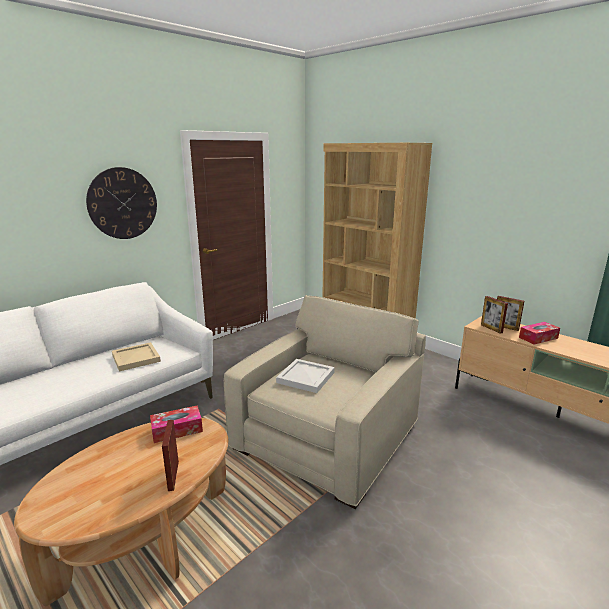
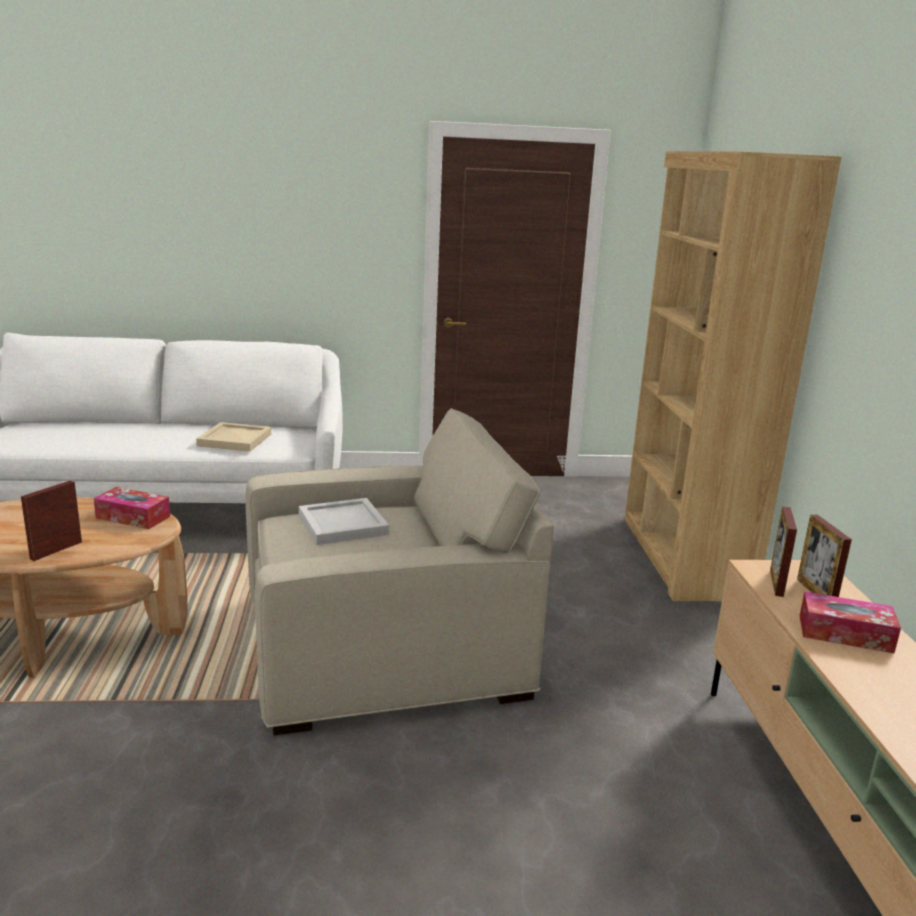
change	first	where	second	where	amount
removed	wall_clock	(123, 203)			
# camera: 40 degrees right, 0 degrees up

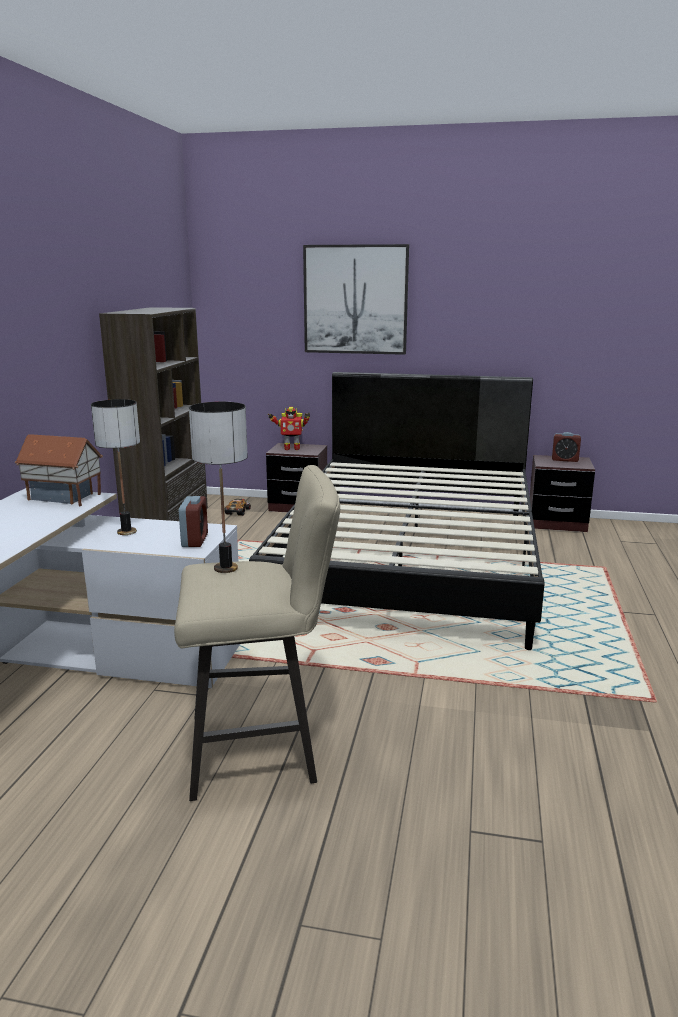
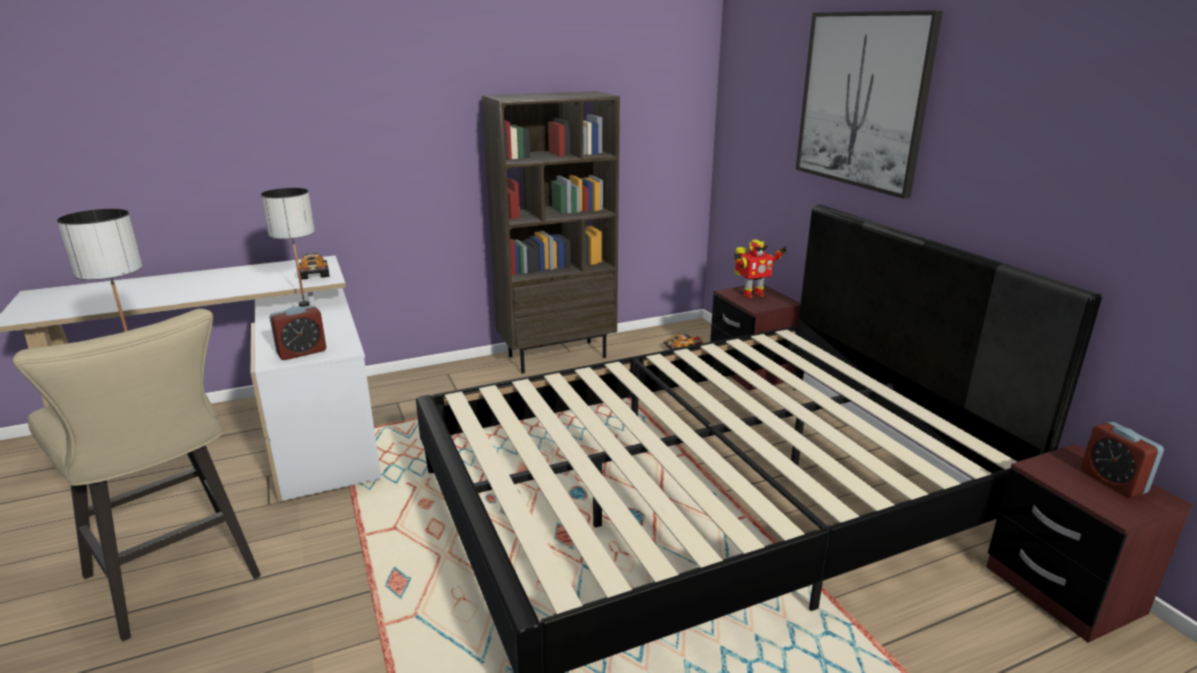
change	first	where	second	where	amount
replaced	toy_house	(63, 498)	toy_car	(314, 273)	
turned	toy_robot	(291, 448)		(752, 295)	75 degrees counterclockwise
# camera: 55 degrees right, 5 degrees up

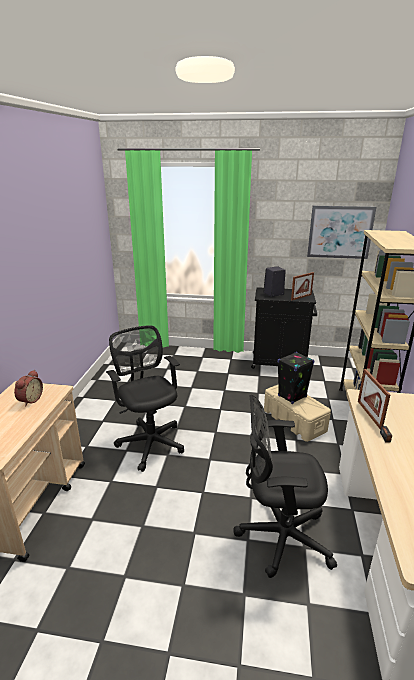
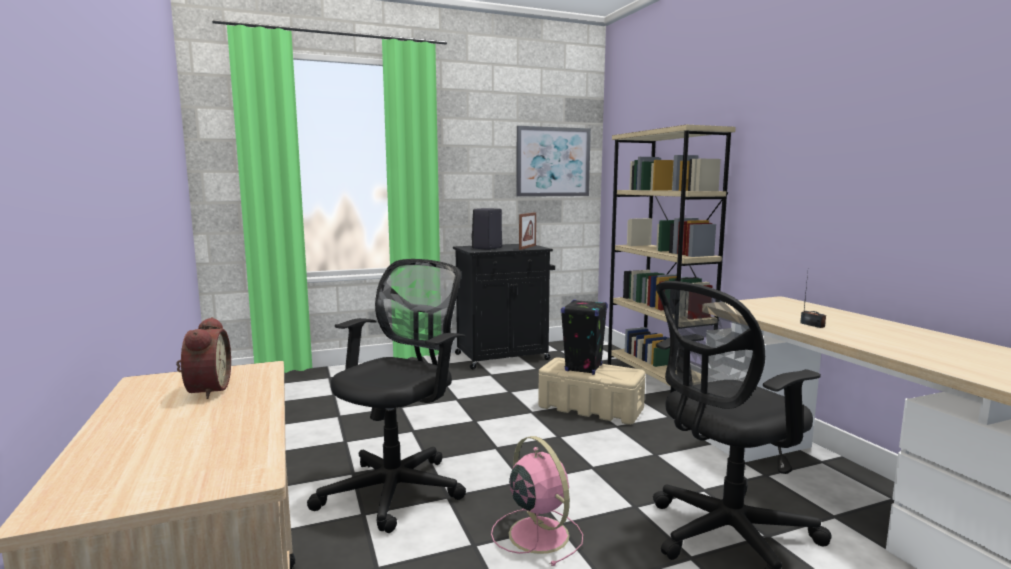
change	first	where	second	where	amount
turned	black_office_chair	(150, 441)		(398, 489)	90 degrees clockwise
added			pink_fan	(537, 533)	
removed	picture_frame	(369, 414)			
# camera: 30 degrees left, 15 degrees down

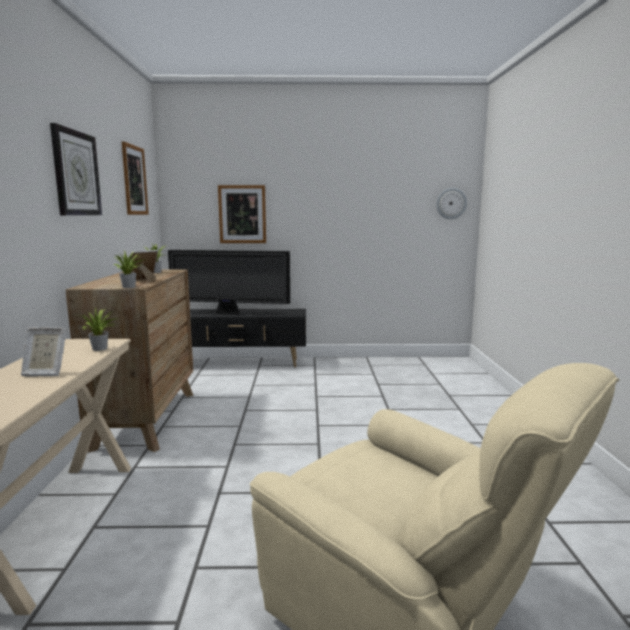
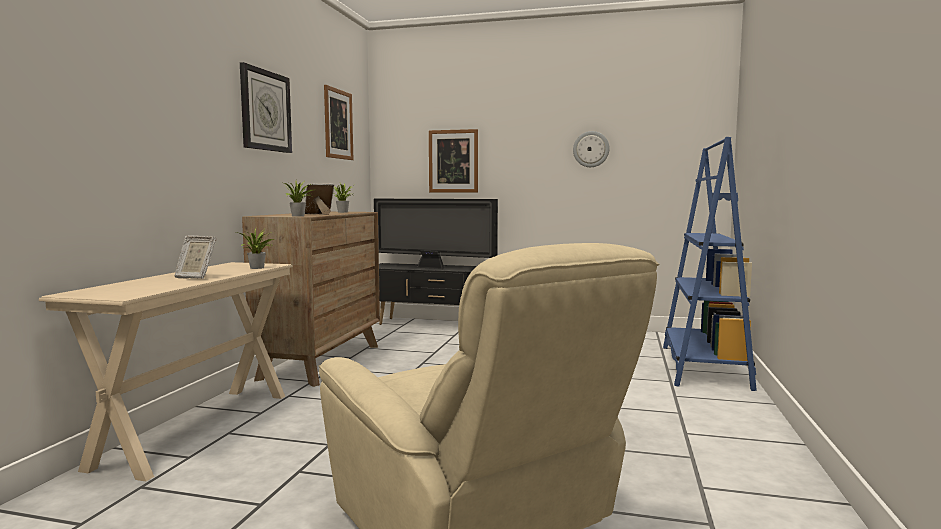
change	first	where	second	where	amount
moved	wall_clock	(451, 203)		(591, 149)	
added			blue_bookcase	(703, 367)	
# camera: 15 degrees right, 5 degrees down

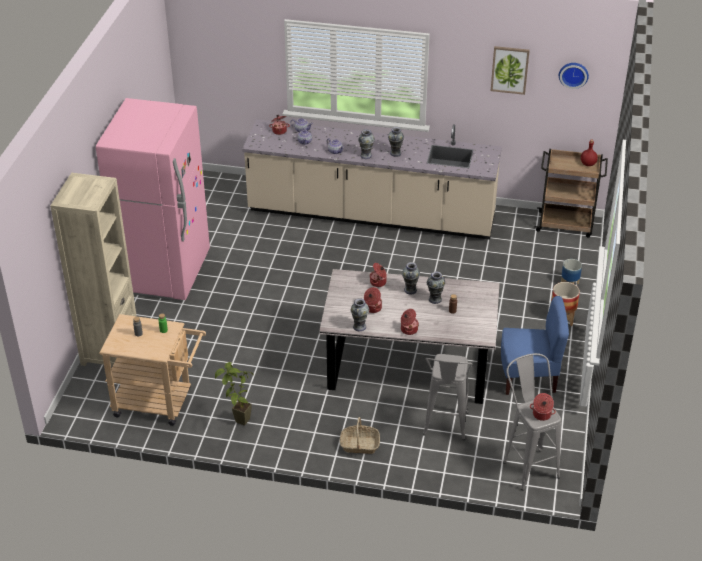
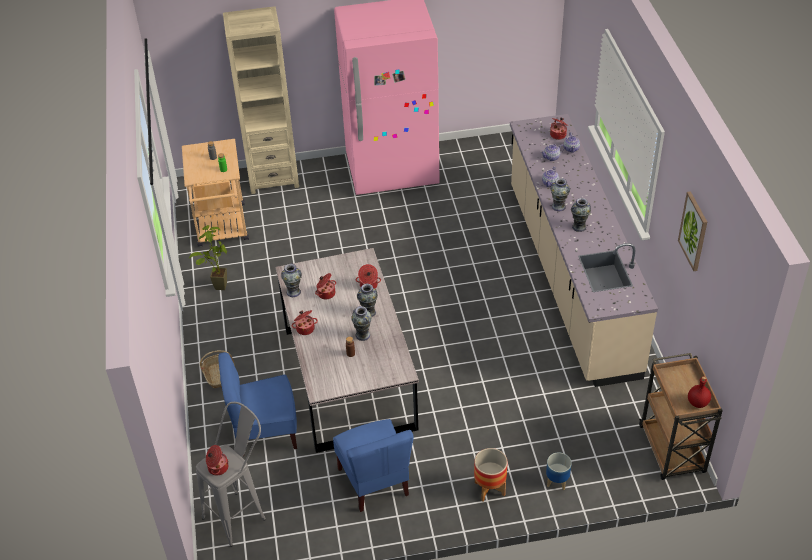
change	first	where	second	where	amount
replaced	grey_stool	(445, 430)	blue_chair	(265, 432)	
removed	wall_clock	(573, 74)			
# camera: 70 degrees right, 5 degrees up

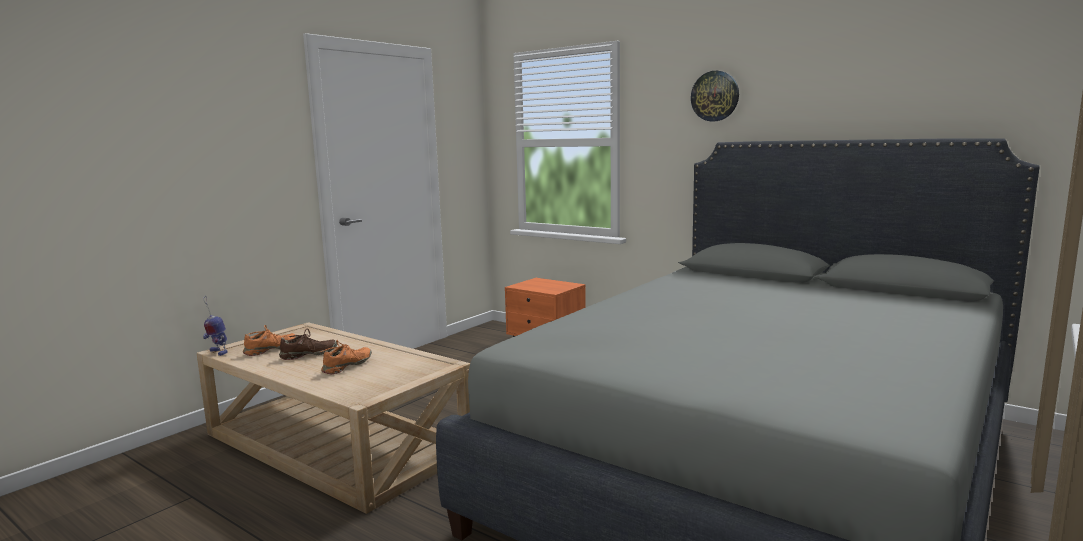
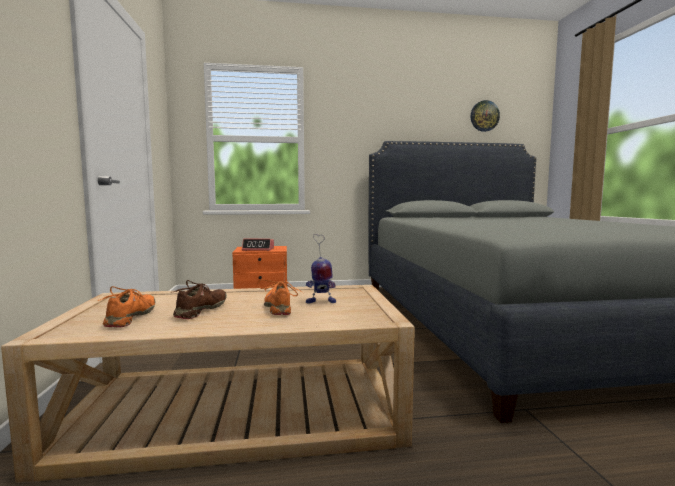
change	first	where	second	where	amount
added			alarm_clock	(258, 249)	
moved	toy_robot	(217, 352)		(320, 302)	
moved	wall_clock	(715, 96)		(484, 116)	
# camera: 45 degrees left, 5 degrees down

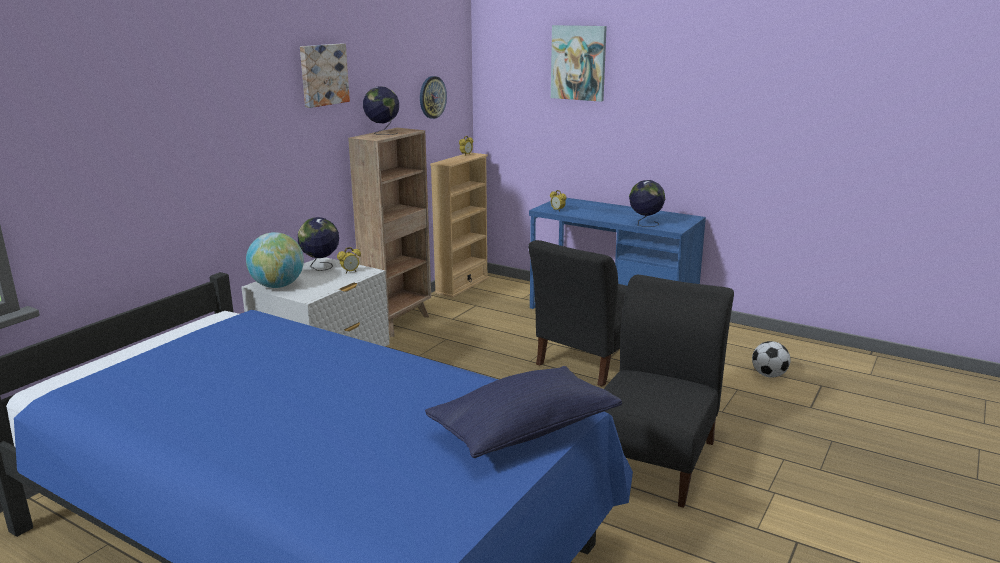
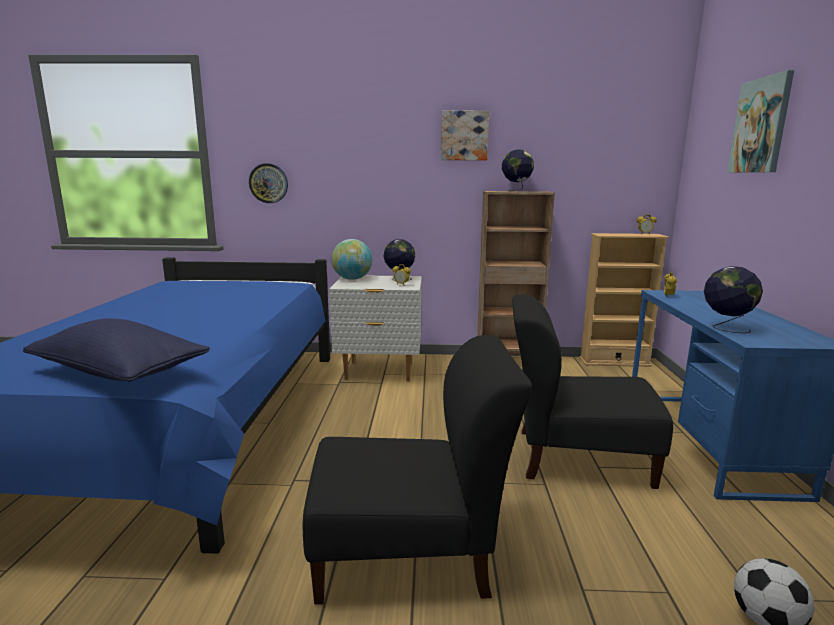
change	first	where	second	where	amount
moved	wall_clock	(432, 97)		(268, 183)	
# camera: 60 degrees right, 5 degrees down

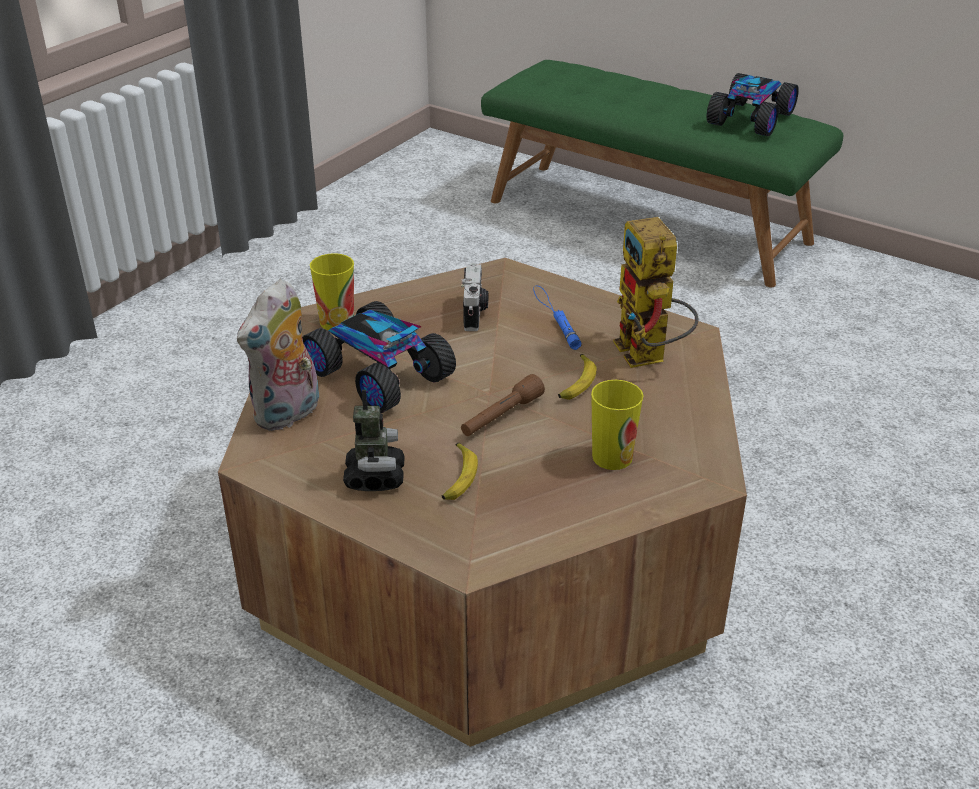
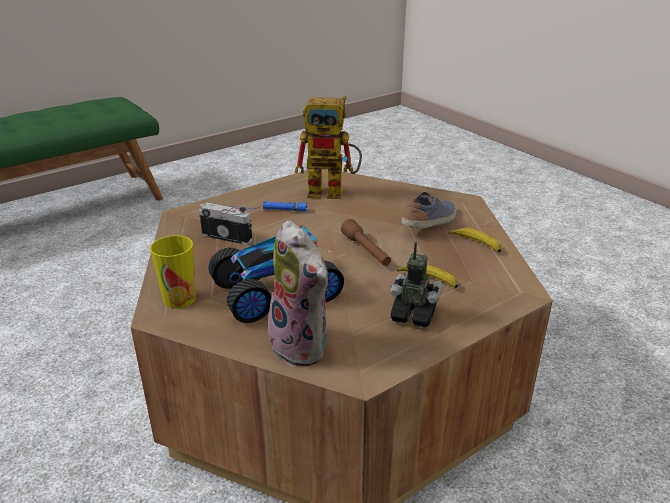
change	first	where	second	where	amount
replaced	cup	(612, 457)	shoe	(430, 223)	
moved	banana	(576, 383)		(475, 244)	
removed	toy_car	(752, 119)			
# camera: 70 degrees left, 5 degrees down

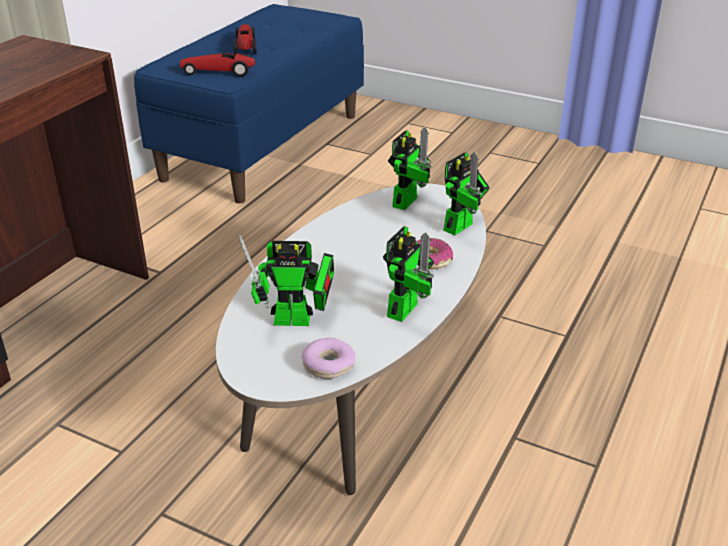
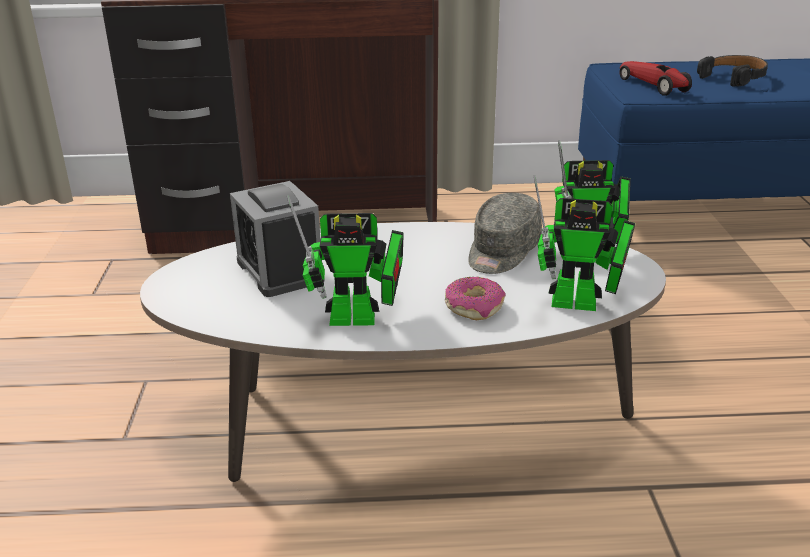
change	first	where	second	where	amount
replaced	toy_robot	(298, 320)	alarm_clock	(280, 271)	
added			grey_cap	(502, 252)	
replaced	toy_car	(245, 46)	black_headphones	(733, 77)	
removed	donut	(328, 365)			
# camera: 60 degrees right, 5 degrees down

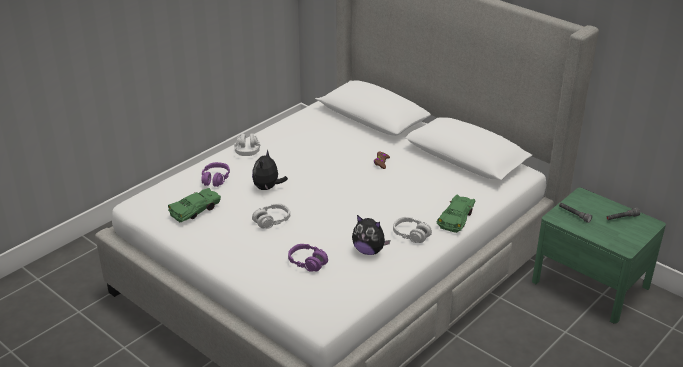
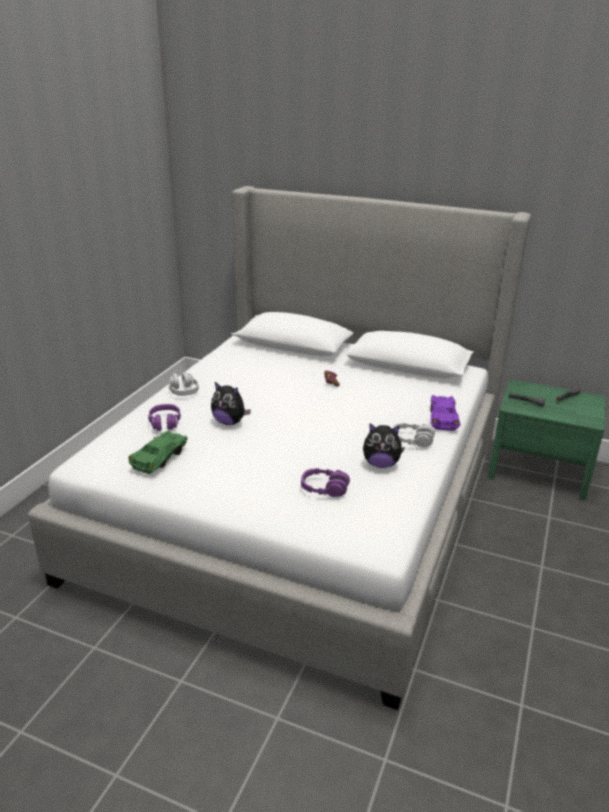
change	first	where	second	where	amount
turned	plush_toy	(267, 188)		(229, 422)	60 degrees counterclockwise
recoloured	green_toy_car	(457, 218)	purple_toy_car	(443, 418)	
removed	grey_headphones	(272, 221)			
# camera: 20 degrees left, 5 degrees down

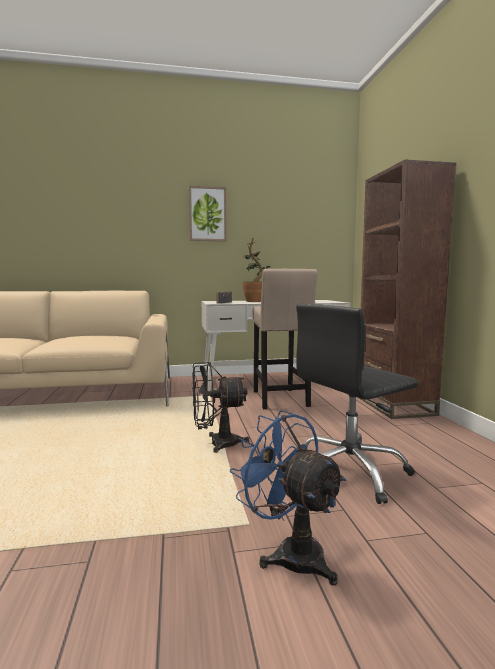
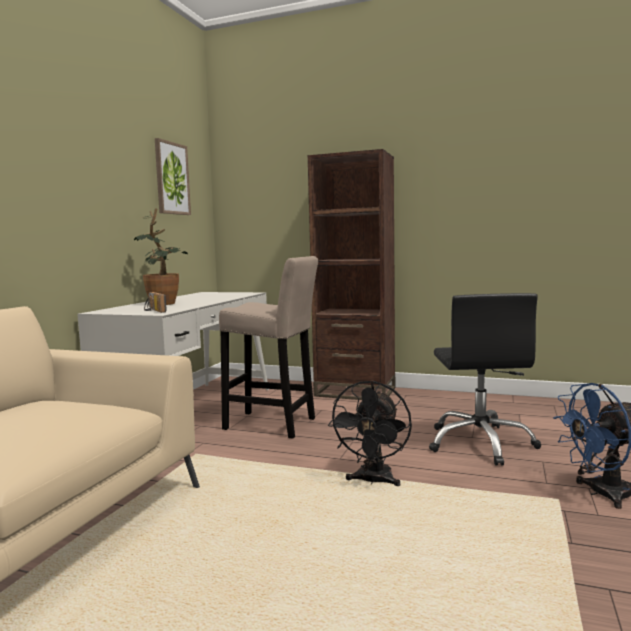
change	first	where	second	where	amount
moved	picture	(207, 214)		(171, 178)	
# camera: 60 degrees left, 0 degrees up

